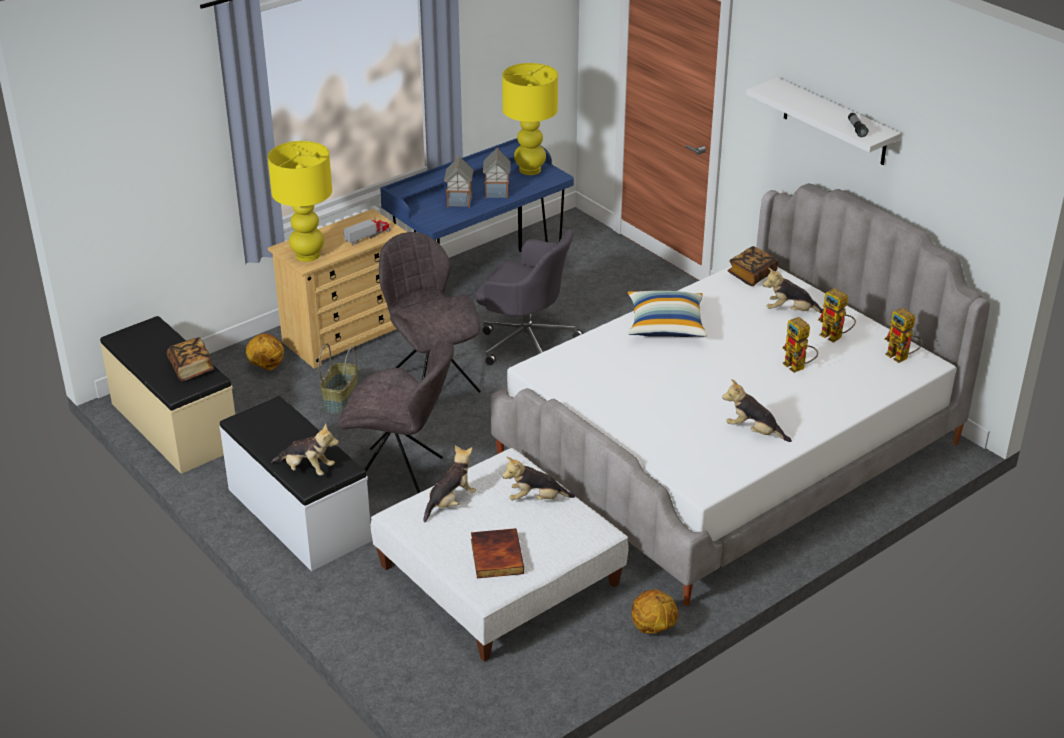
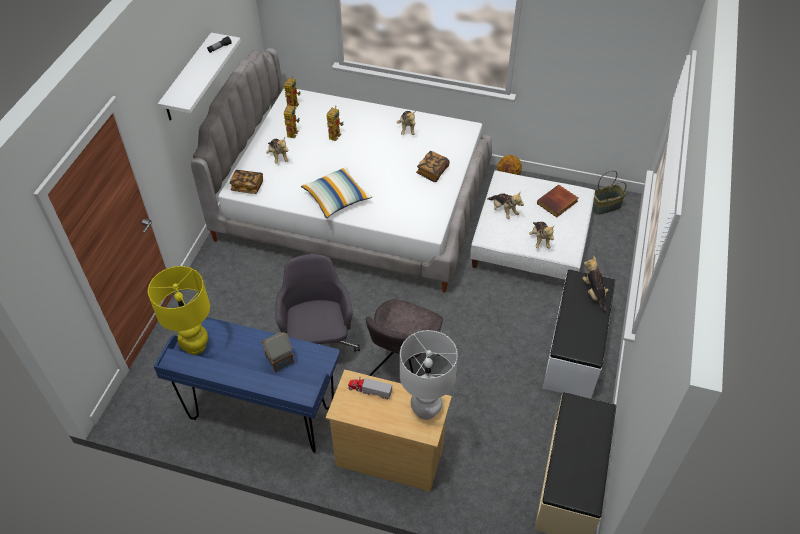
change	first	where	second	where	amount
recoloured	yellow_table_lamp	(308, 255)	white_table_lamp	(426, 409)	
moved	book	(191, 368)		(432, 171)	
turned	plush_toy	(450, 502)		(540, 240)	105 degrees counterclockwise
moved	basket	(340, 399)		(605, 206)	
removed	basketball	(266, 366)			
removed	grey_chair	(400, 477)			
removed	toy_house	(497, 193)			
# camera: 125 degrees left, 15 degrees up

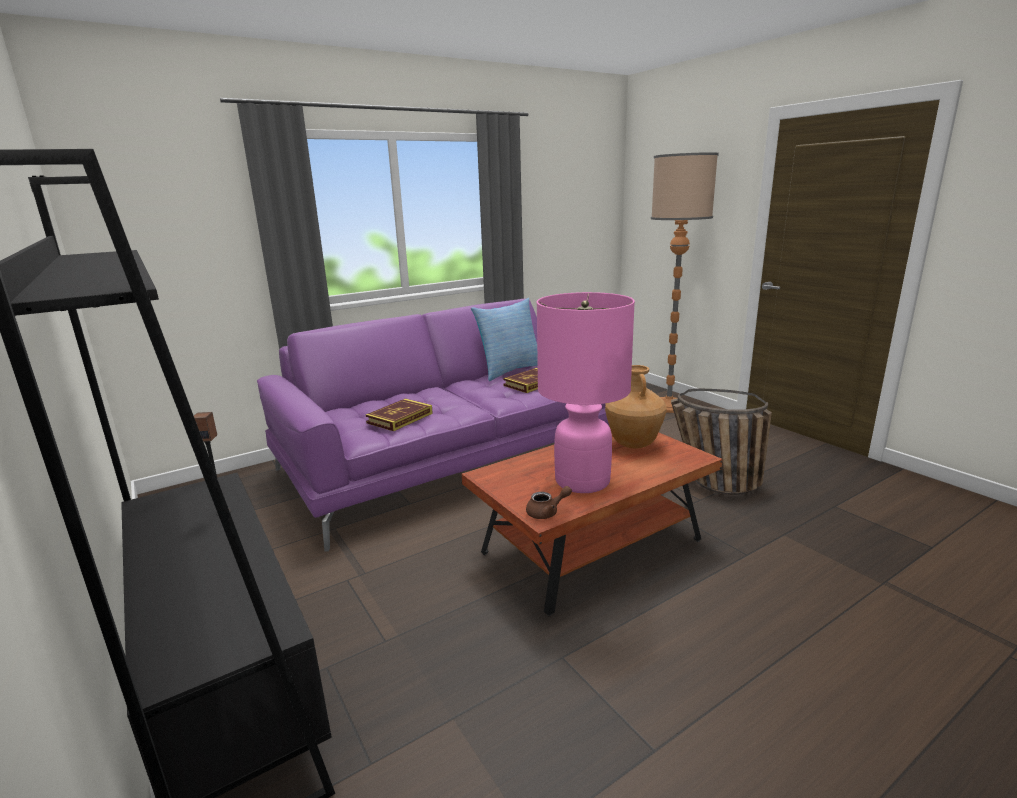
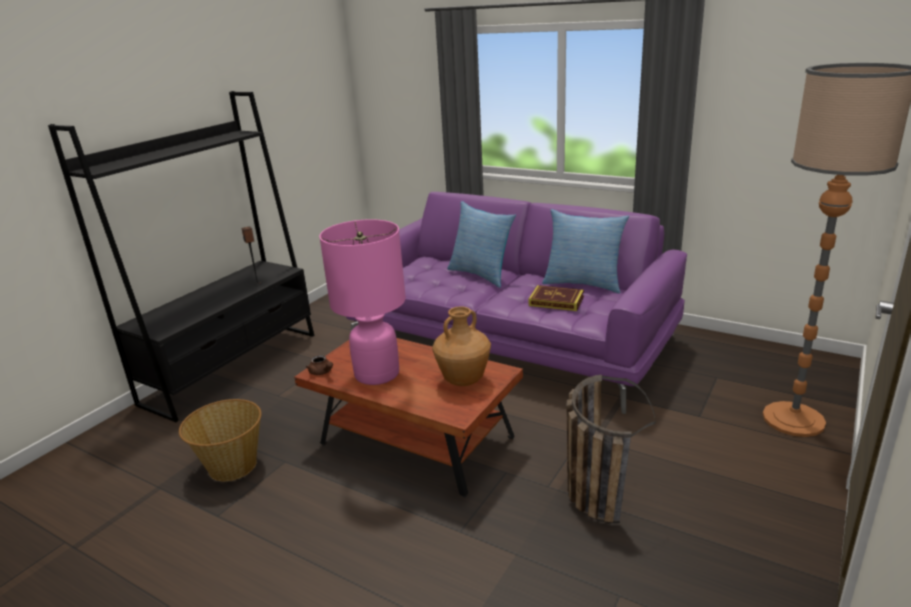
change	first	where	second	where	amount
added			basket	(231, 466)	
added			pillow	(481, 274)	
removed	book	(400, 418)			
# camera: 65 degrees right, 5 degrees up

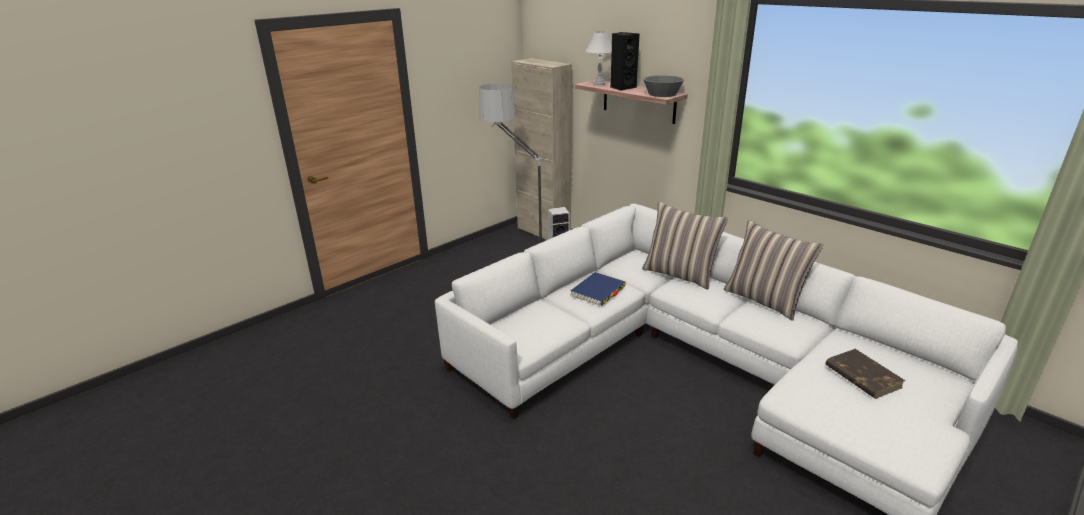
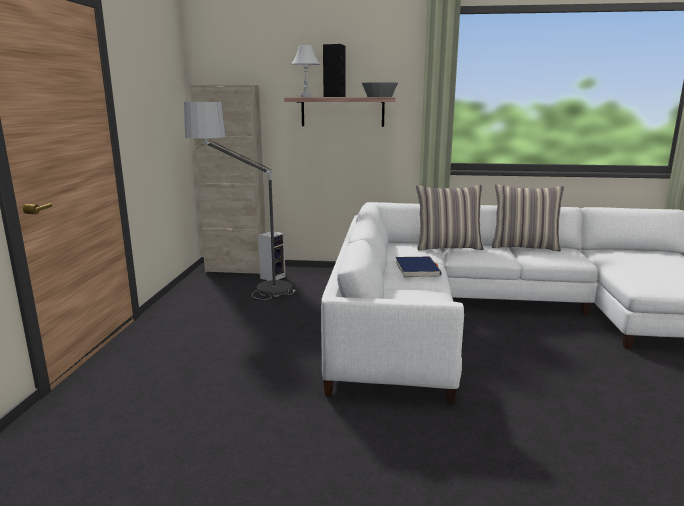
change	first	where	second	where	amount
removed	brown_book	(862, 376)			
# camera: 40 degrees left, 10 degrees down

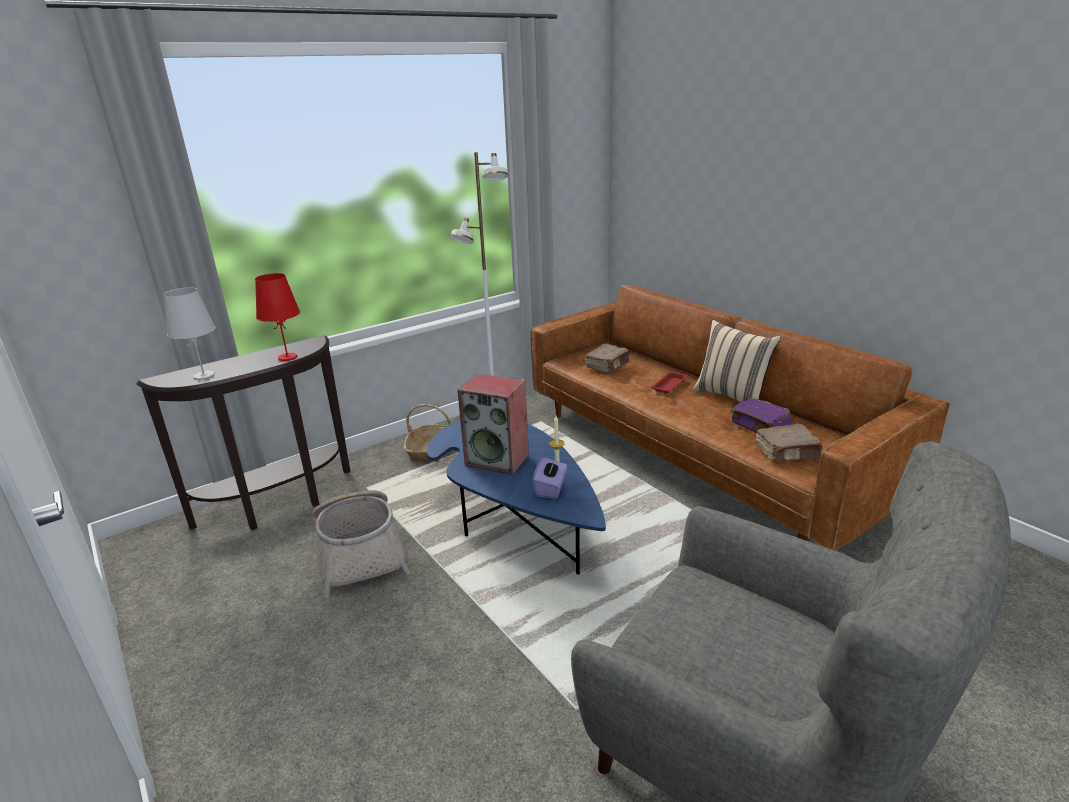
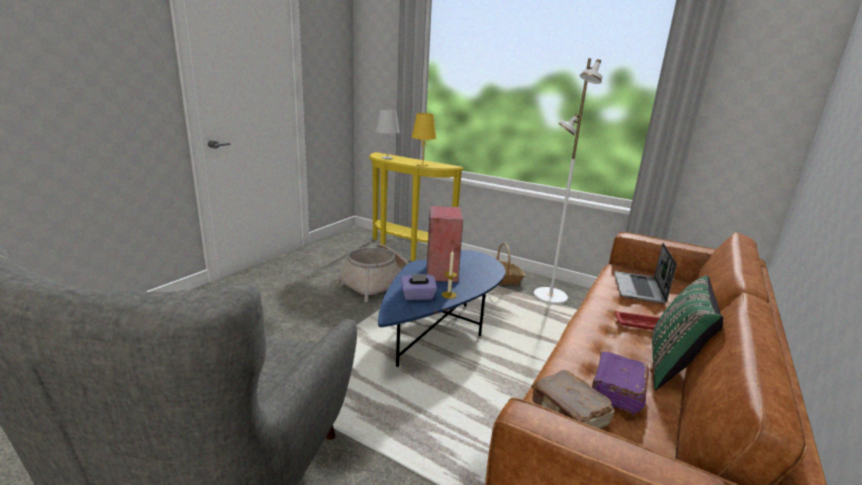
change	first	where	second	where	amount
recoloured	brown_console_table	(280, 505)	yellow_console_table	(405, 252)	
recoloured	red_table_lamp	(288, 357)	yellow_table_lamp	(422, 165)	
replaced	brown_book	(607, 365)	laptop	(639, 288)	
recoloured	beige_pillow	(732, 396)	green_pillow	(673, 368)	
# camera: 65 degrees right, 5 degrees down

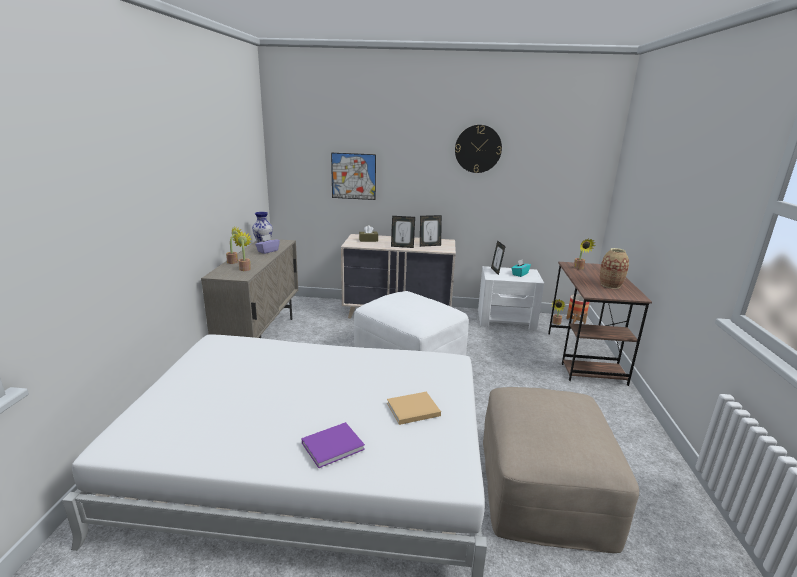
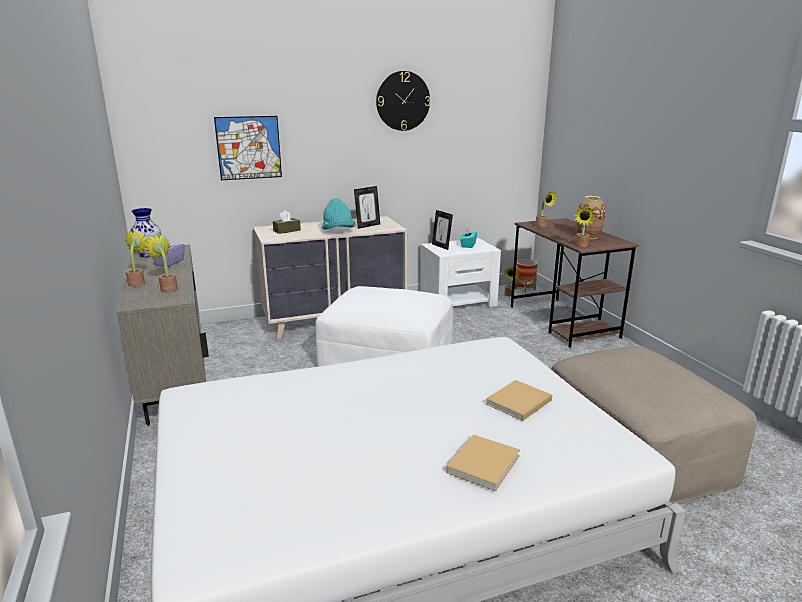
change	first	where	second	where	amount
replaced	picture_frame	(402, 246)	turquoise_hat	(338, 231)	
recoloured	purple_book	(334, 445)	beige_book	(484, 462)	
added			potted_plant	(581, 246)	
# camera: 25 degrees left, 0 degrees up

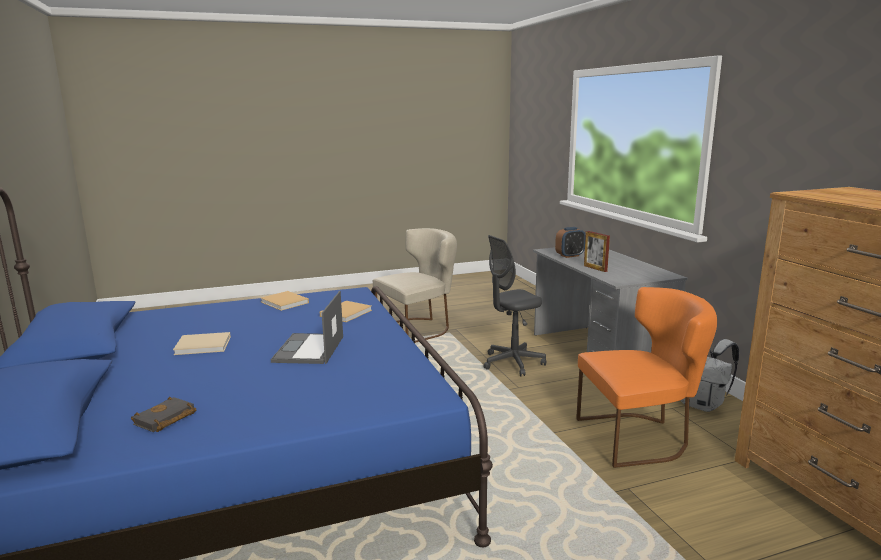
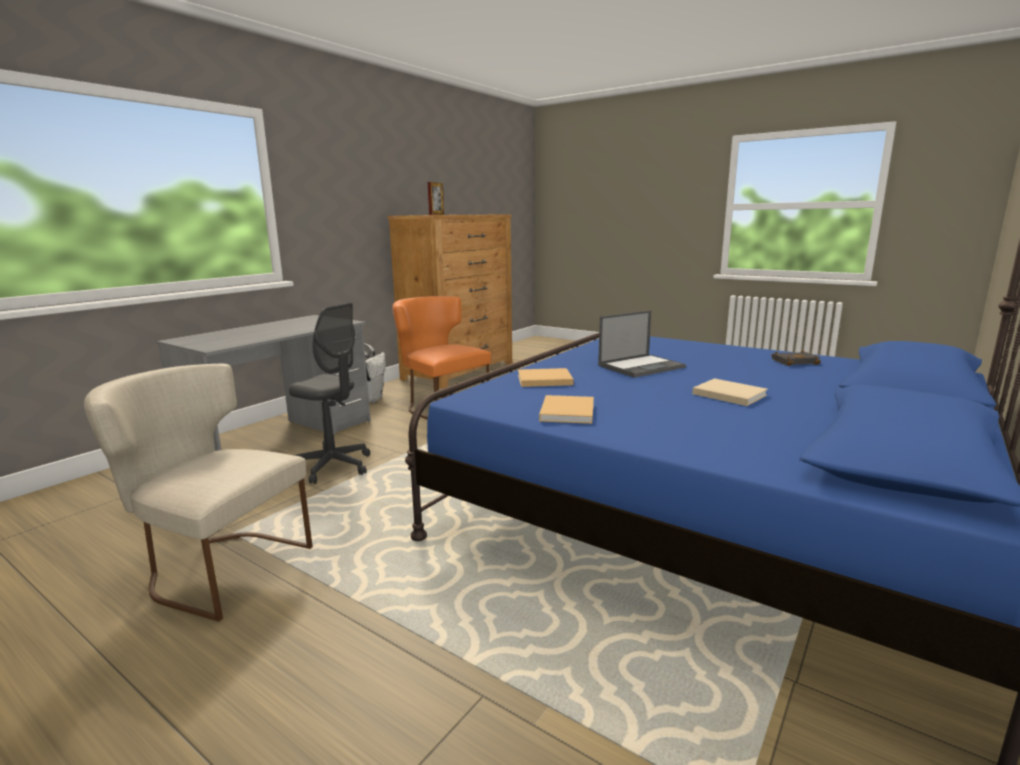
change	first	where	second	where	amount
moved	picture_frame	(595, 268)		(436, 214)	
removed	alarm_clock	(569, 255)			
# camera: 125 degrees left, 0 degrees up

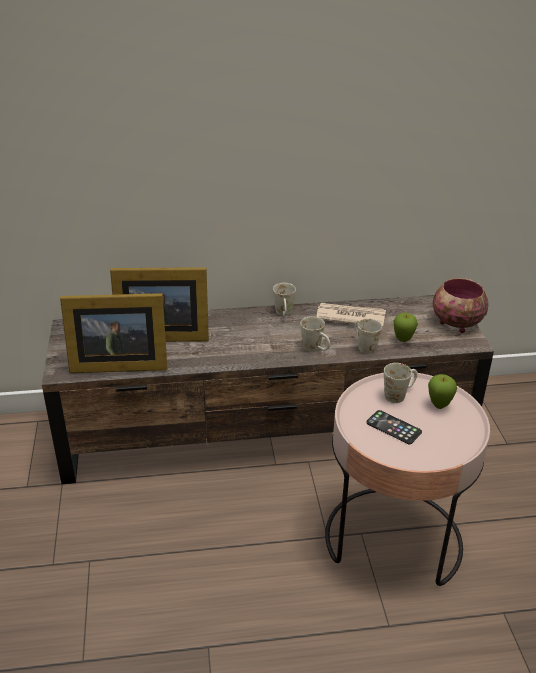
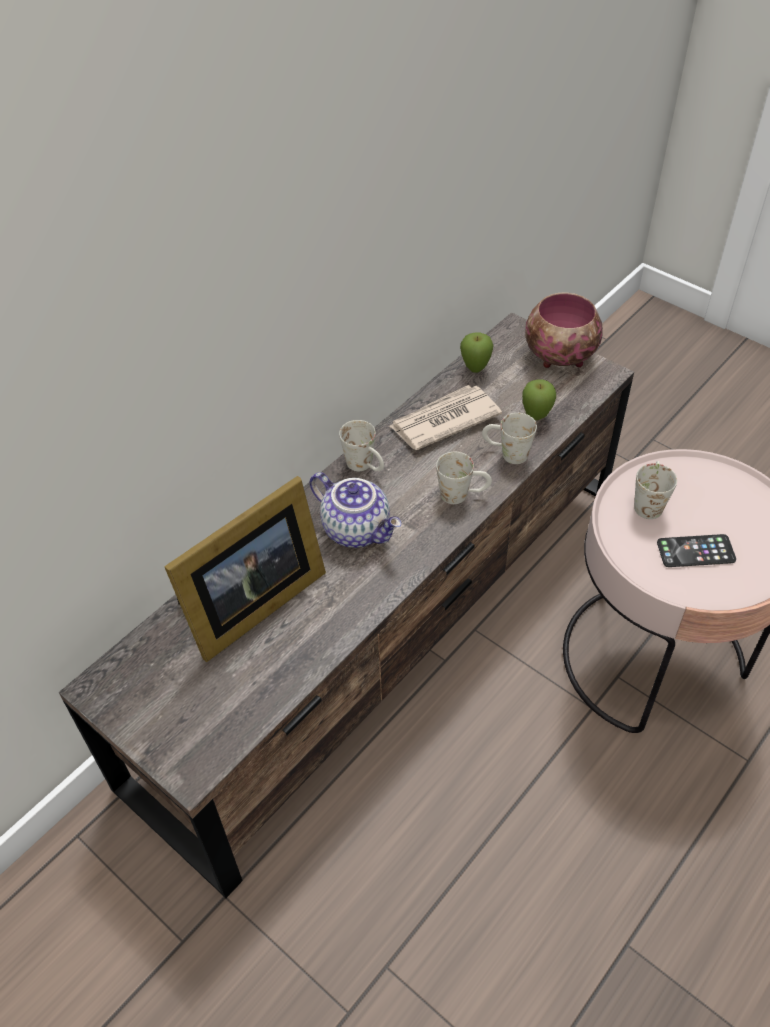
change	first	where	second	where	amount
added			teapot	(358, 529)	
moved	apple	(439, 405)		(475, 369)	
removed	picture_frame	(116, 363)			
# camera: 40 degrees left, 15 degrees up

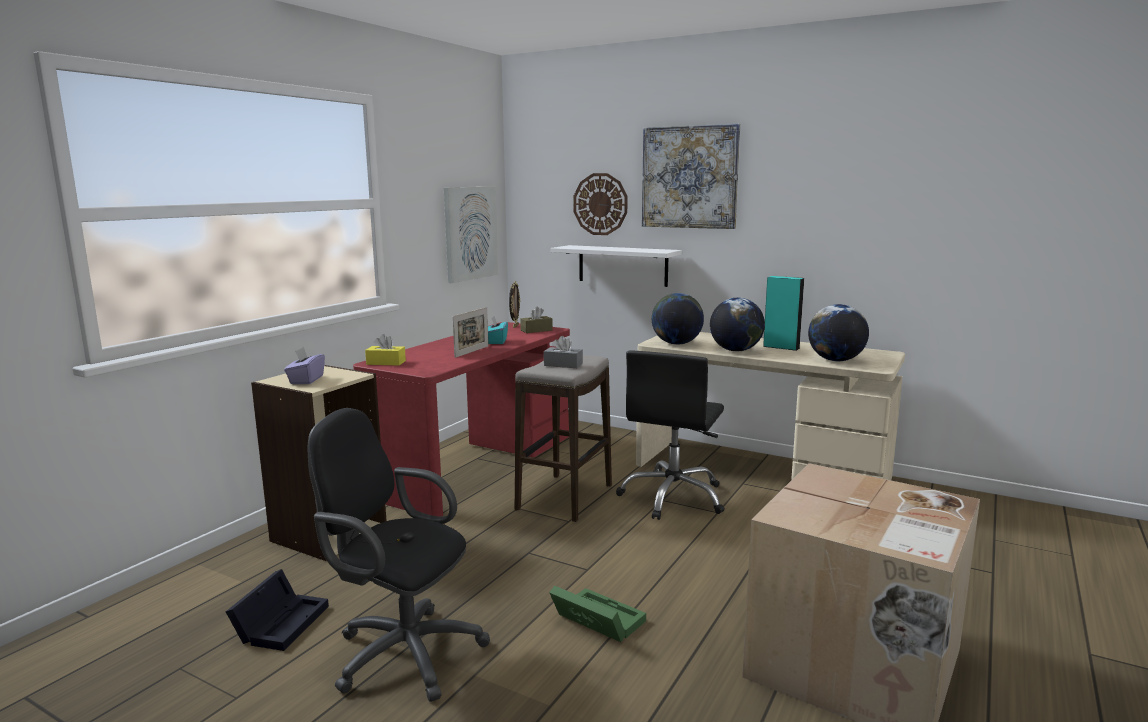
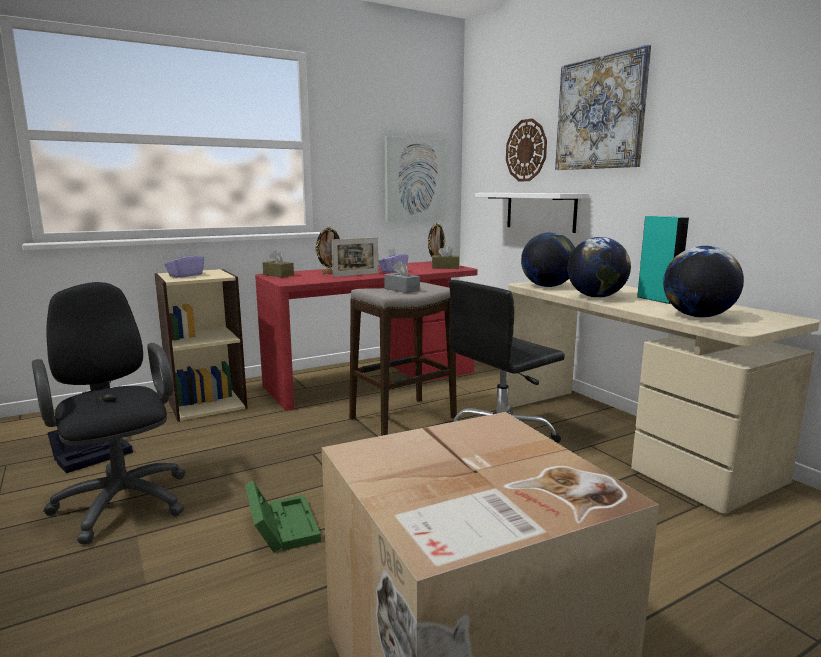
change	first	where	second	where	amount
recoloured	yellow_tissue_box	(386, 363)	brown_tissue_box	(278, 275)	
added			picture_frame	(329, 273)	
recoloured	turquoise_tissue_box	(496, 341)	purple_tissue_box	(393, 271)	
# camera: 30 degrees right, 0 degrees up

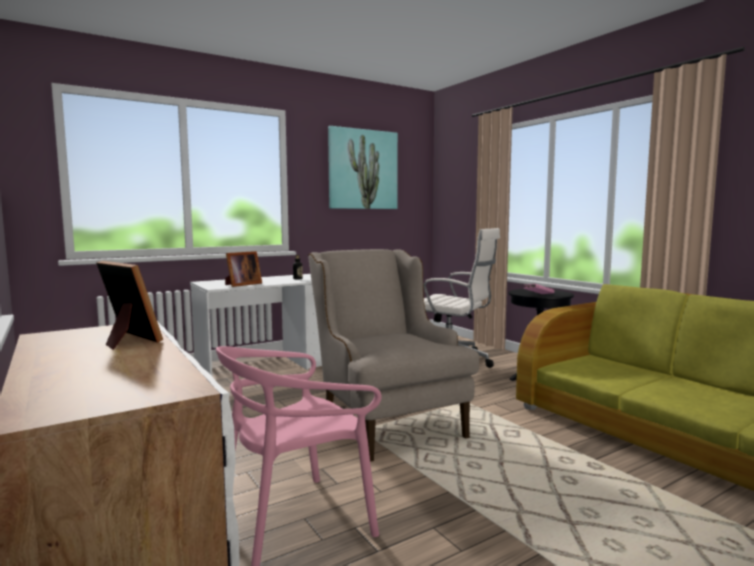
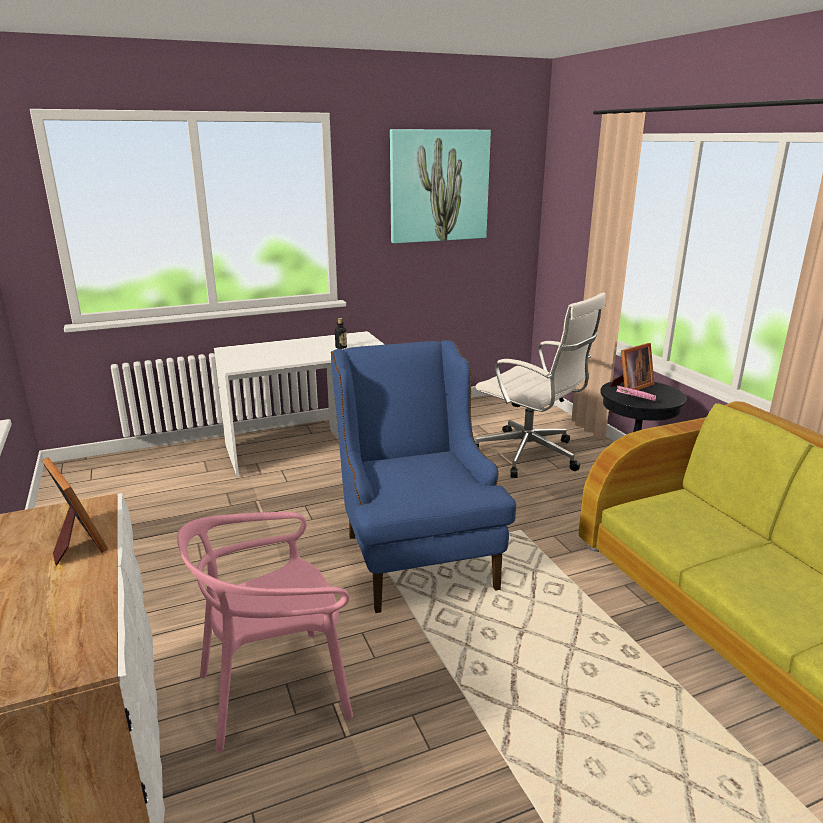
change	first	where	second	where	amount
recoloured	beige_armchair	(385, 420)	blue_armchair	(415, 551)	
moved	picture_frame	(242, 284)		(630, 387)	
# camera: 10 degrees right, 15 degrees up

